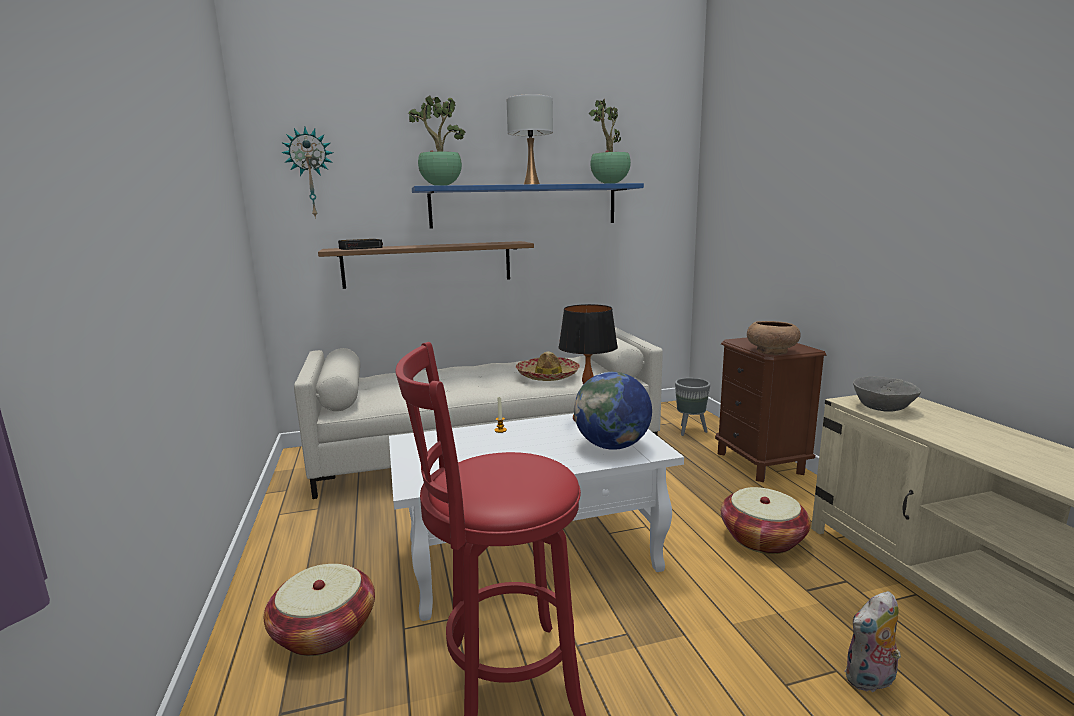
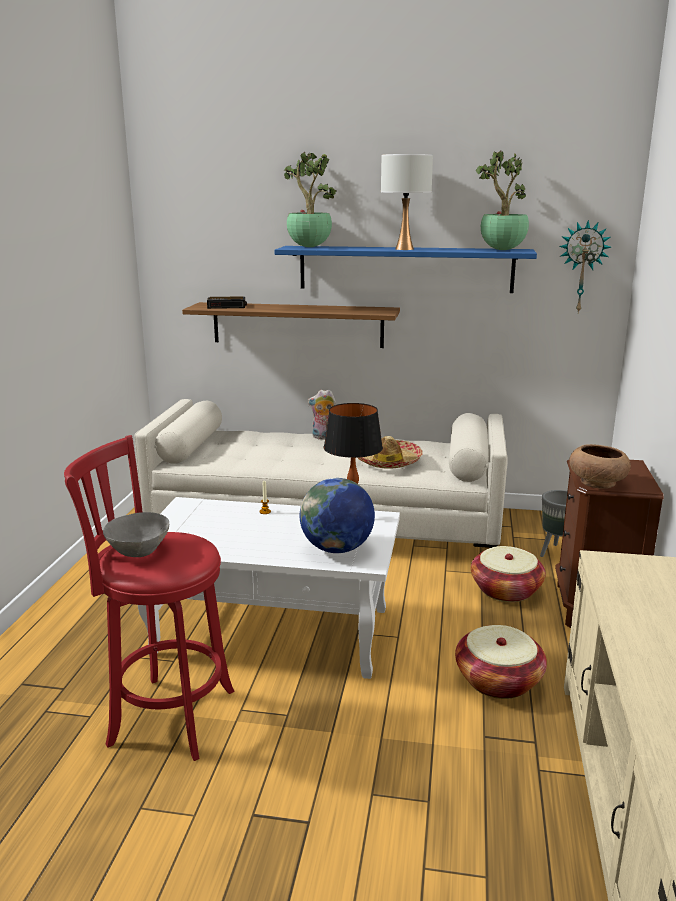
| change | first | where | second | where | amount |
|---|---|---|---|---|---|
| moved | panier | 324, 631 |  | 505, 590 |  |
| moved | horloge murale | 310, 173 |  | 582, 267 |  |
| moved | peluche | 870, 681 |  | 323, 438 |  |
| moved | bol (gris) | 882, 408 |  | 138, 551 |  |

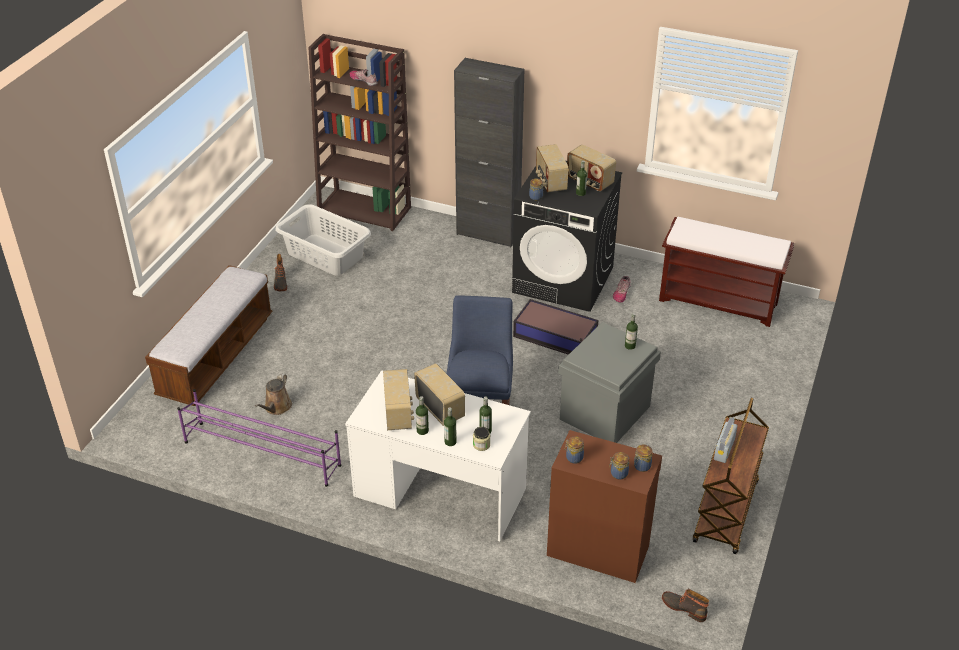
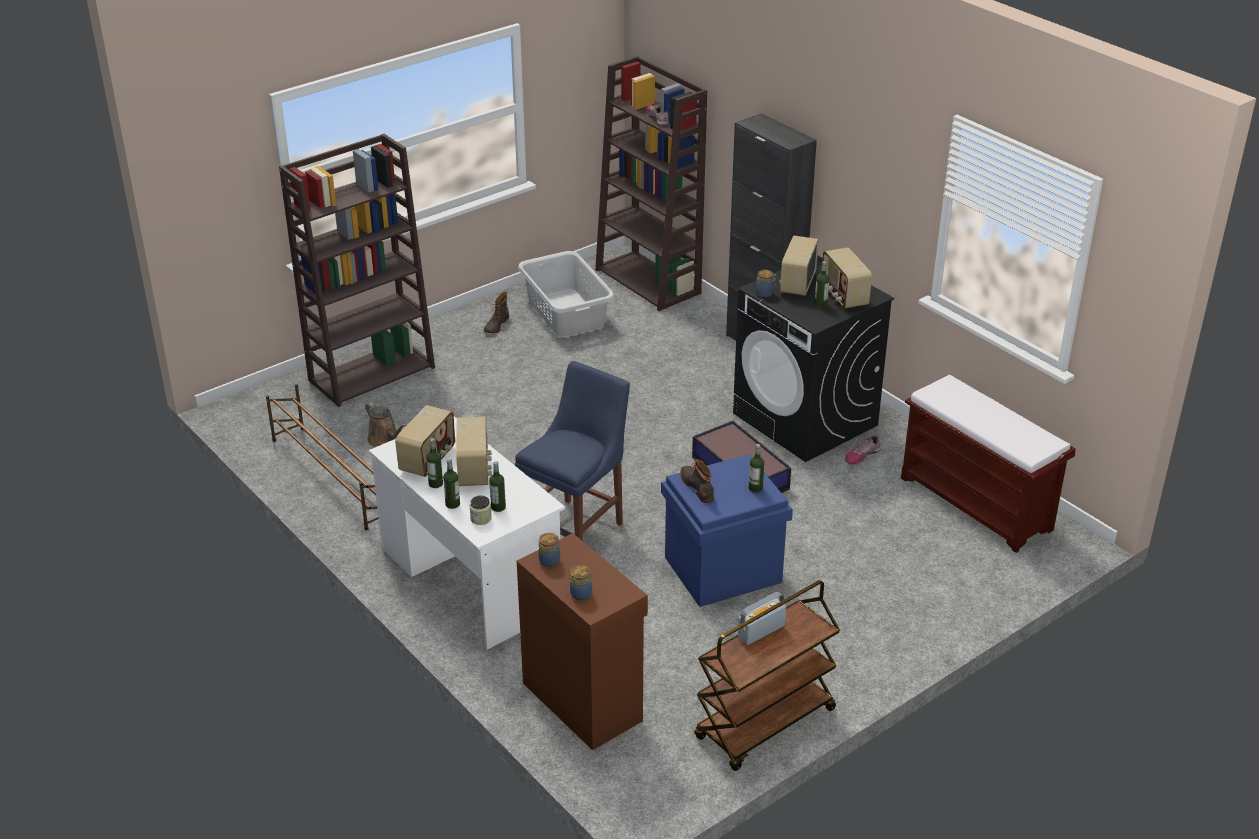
| change | first | where | second | where | amount |
|---|---|---|---|---|---|
| removed | bocal | 641, 466 |  |  |  |
| moved | botte | 684, 607 |  | 698, 487 |  |
| replaced | banc | 216, 356 | bibliothèque (marron) | 372, 373 |  |
| recoloured | étagère à chaussures (violet) | 261, 453 | étagère à chaussures (marron) | 333, 476 |  |
| recoloured | boîte de rangement (gris) | 605, 413 | boîte de rangement (bleu) | 722, 570 |  |
| turned | arrosoir (marron) | 276, 407 |  | 385, 440 | 90 degrees counterclockwise |

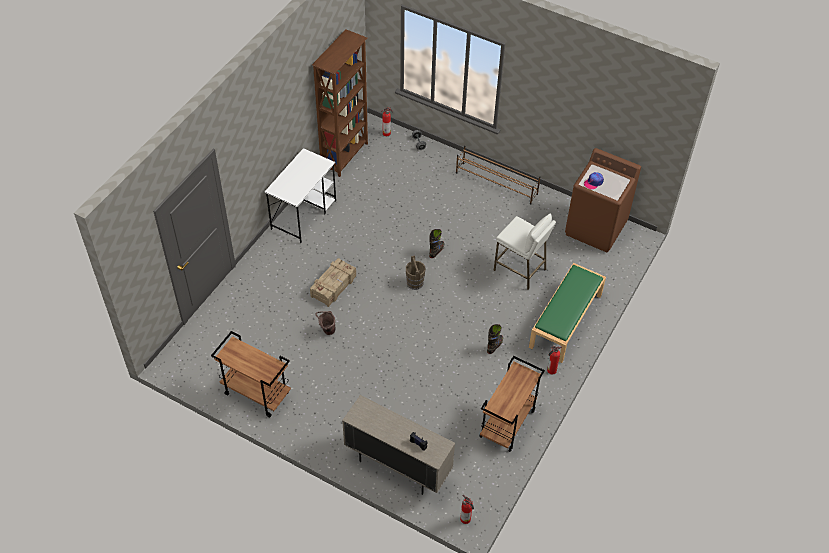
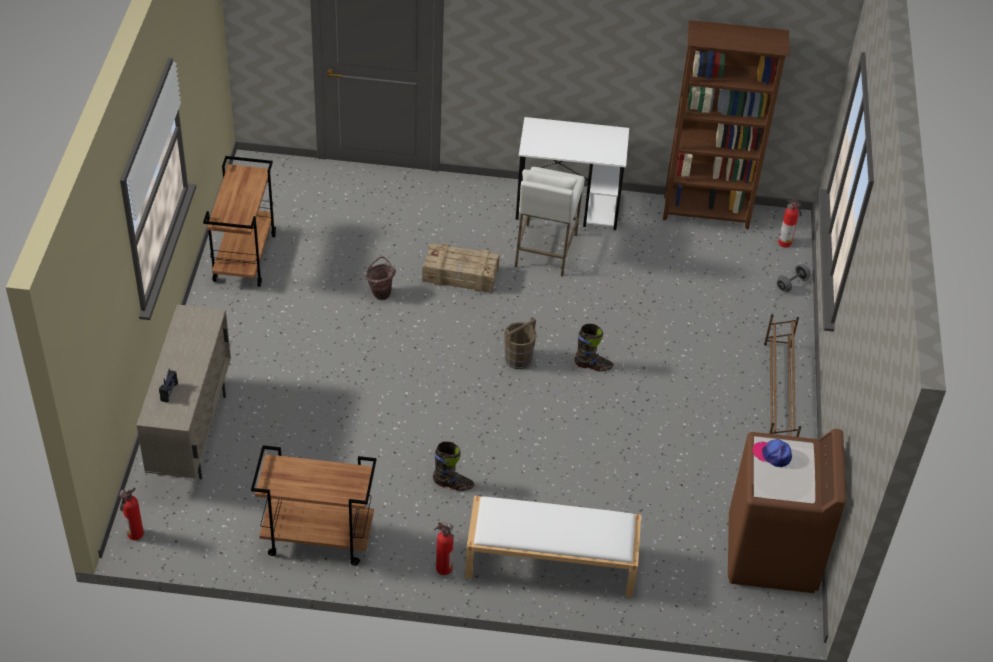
| change | first | where | second | where | amount |
|---|---|---|---|---|---|
| moved | tabouret (blanc) | 520, 270 |  | 545, 250 |  |
| recoloured | banc (vert) | 565, 321 | banc (blanc) | 550, 562 |  |

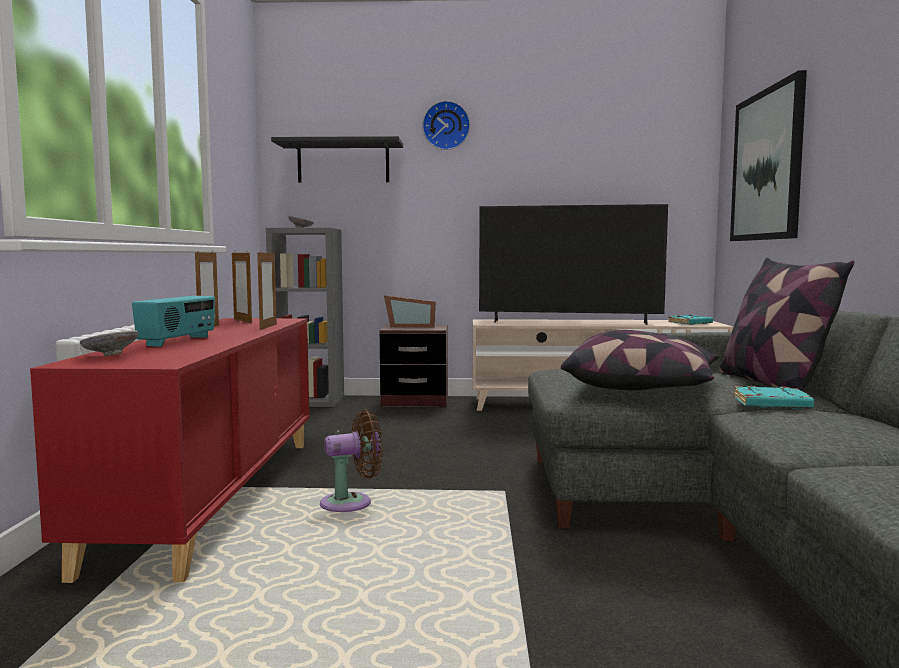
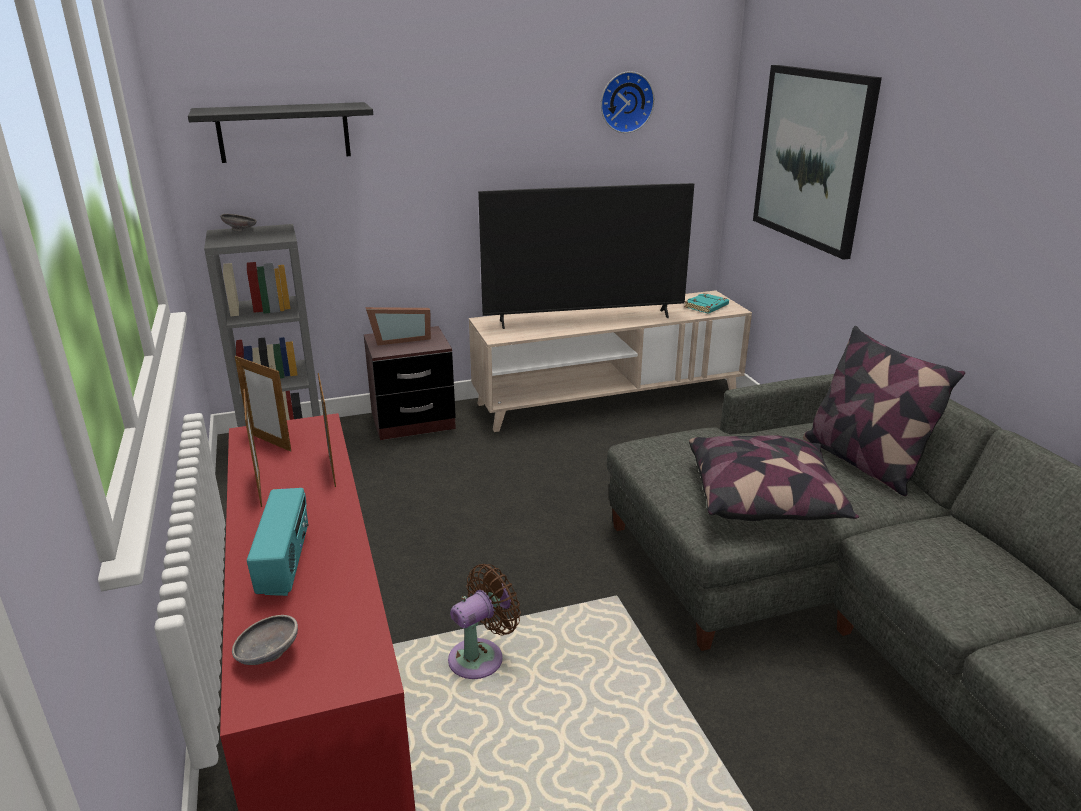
| change | first | where | second | where | amount |
|---|---|---|---|---|---|
| removed | livre (turquoise) | 771, 404 |  |  |  |
| moved | horloge murale | 446, 126 |  | 625, 102 |  |

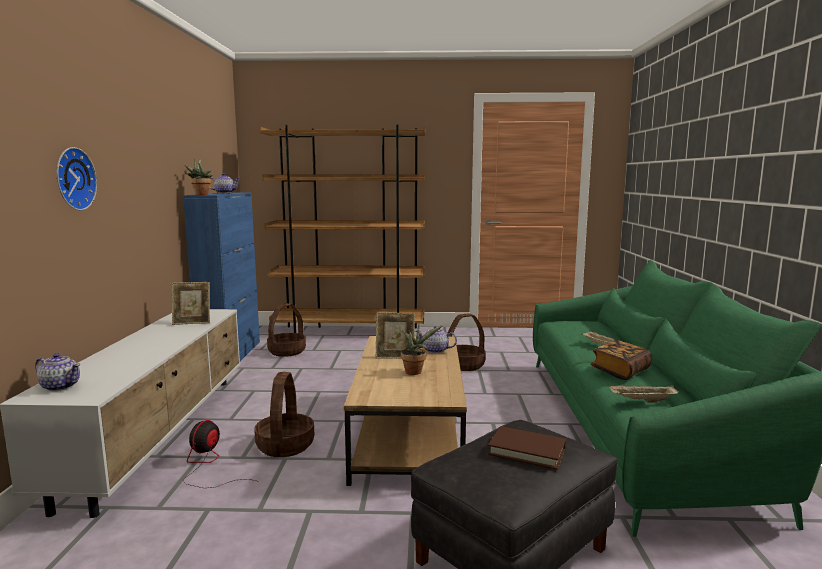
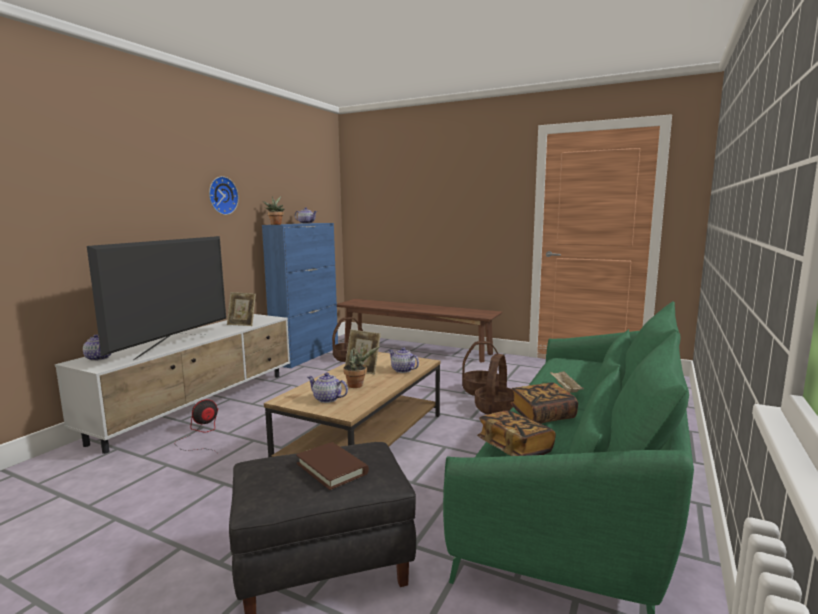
| change | first | where | second | where | amount |
|---|---|---|---|---|---|
| added |  |  | téléviseur | 173, 346 |  |
| added |  |  | théière | 327, 399 |  |
| moved | horloge murale | 72, 179 |  | 221, 195 |  |
| moved | panier | 285, 445 |  | 495, 409 |  |
| replaced | bibliothèque (marron) | 350, 332 | banc (marron) | 415, 348 |  |
| replaced | plateau (beige) | 642, 401 | livre | 515, 448 |  |

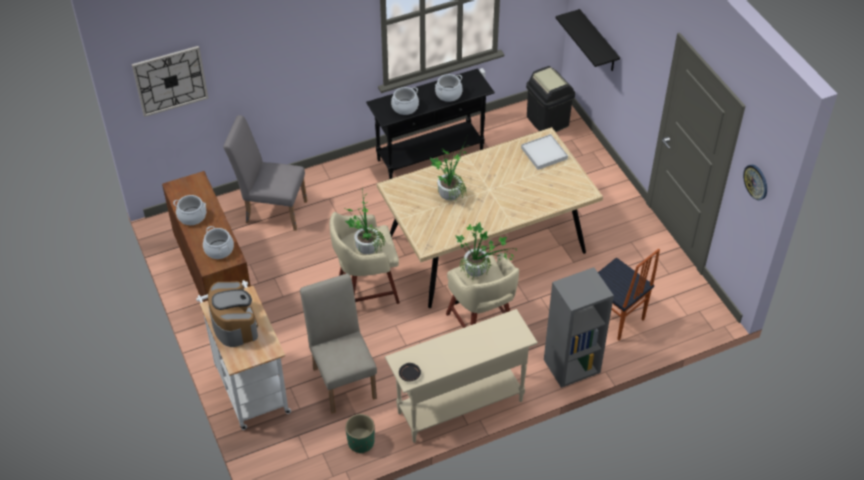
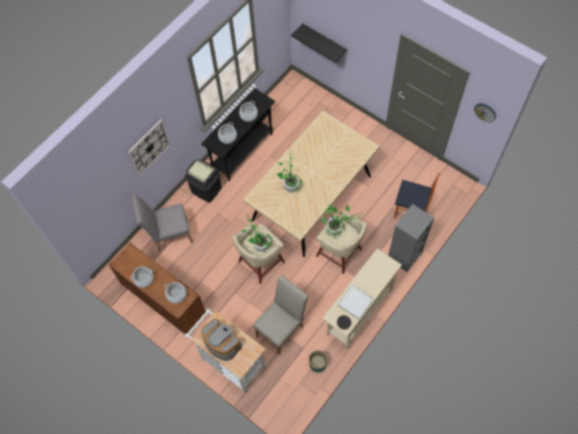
| change | first | where | second | where | amount |
|---|---|---|---|---|---|
| moved | horloge murale | 170, 80 |  | 149, 147 |  |
| moved | plateau (blanc) | 544, 153 |  | 355, 302 |  |
| moved | poubelle (noir) | 547, 121 |  | 206, 190 |  |
| turned | chaise (beige) | 343, 378 |  | 282, 328 | 90 degrees clockwise |

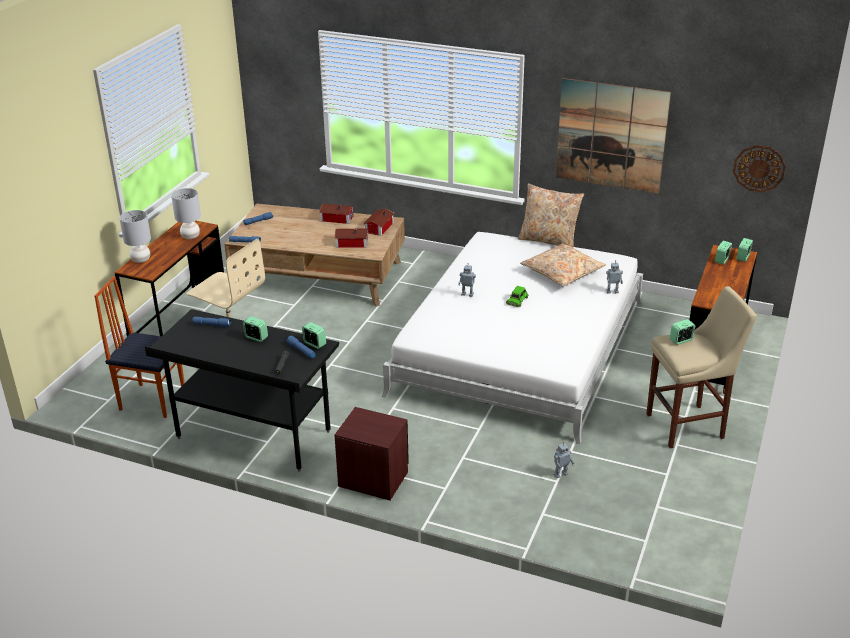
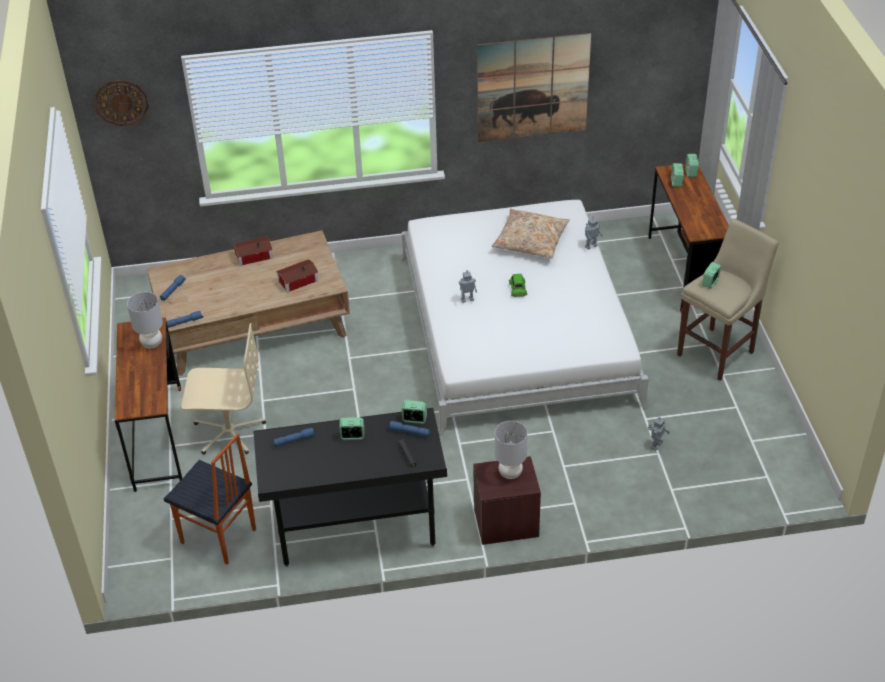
| change | first | where | second | where | amount |
|---|---|---|---|---|---|
| removed | maison miniature | 378, 228 |  |  |  |
| removed | coussin (beige) | 549, 240 |  |  |  |
| moved | lampe de table (gris) | 140, 260 |  | 510, 473 |  |
| moved | horloge murale | 759, 168 |  | 121, 102 |  |
| turned | chaise | 152, 400 |  | 218, 537 | 135 degrees counterclockwise |

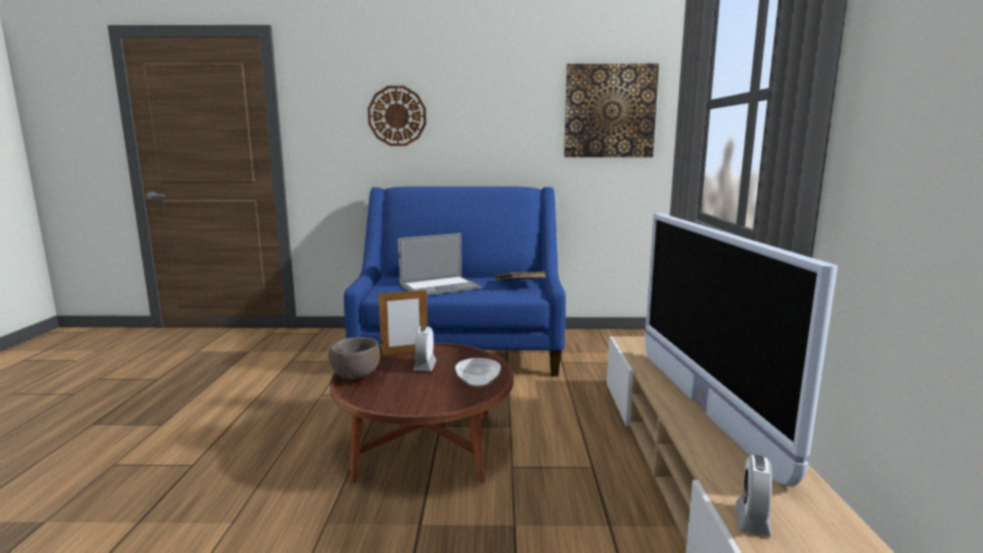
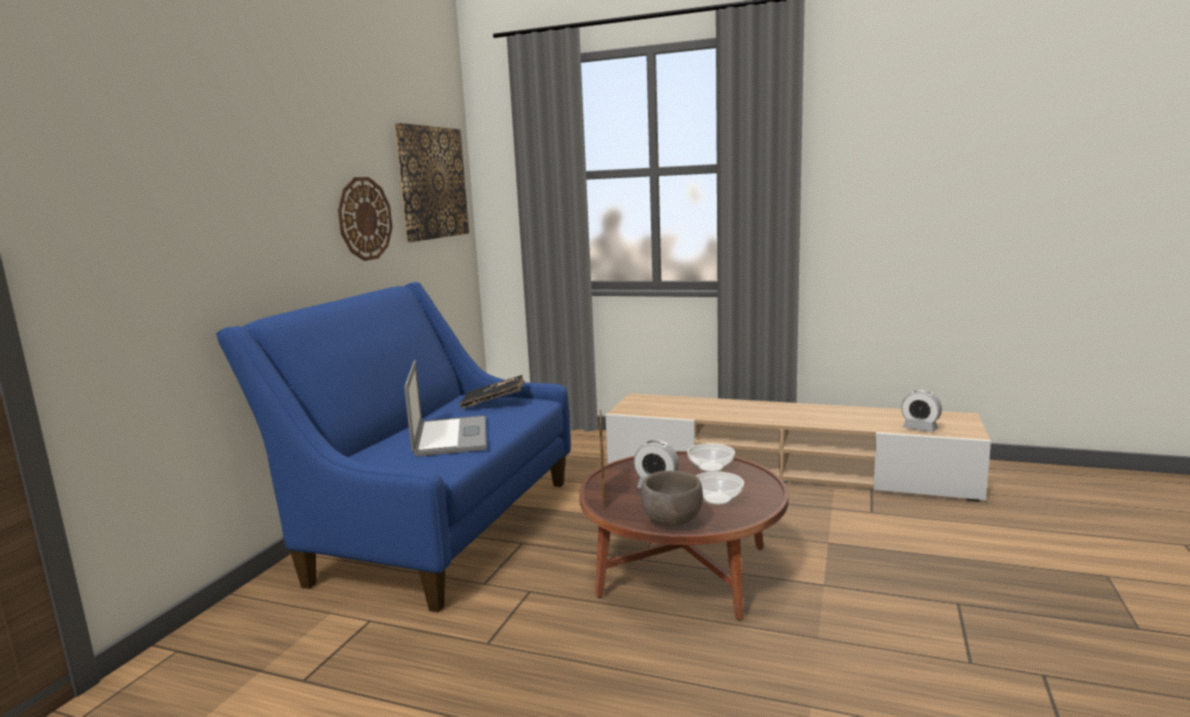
| change | first | where | second | where | amount |
|---|---|---|---|---|---|
| removed | téléviseur | 703, 408 |  |  |  |
| added |  |  | bol | 716, 499 |  |
| moved | horloge murale | 397, 116 |  | 364, 219 |  |

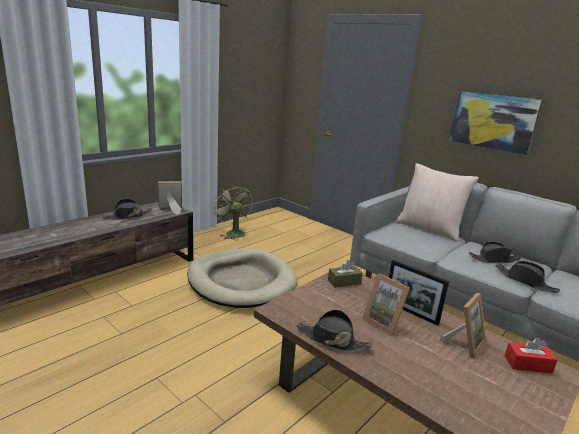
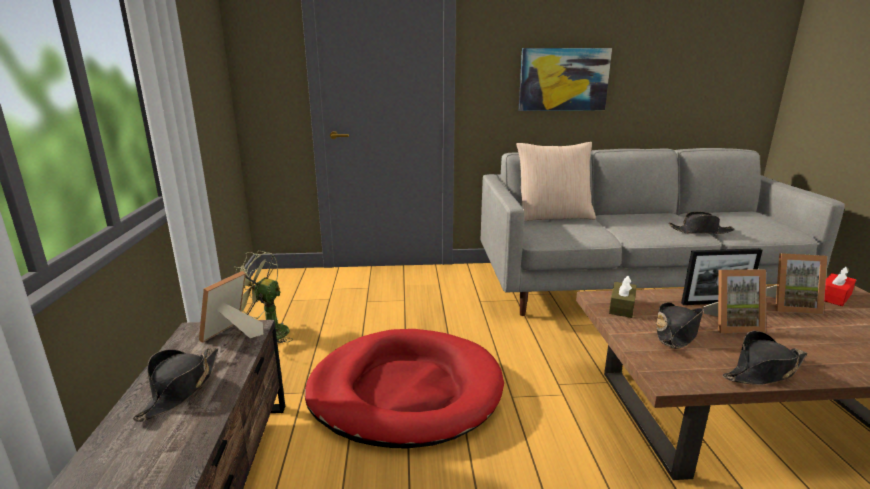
| change | first | where | second | where | amount |
|---|---|---|---|---|---|
| moved | chapeau (noir) | 494, 259 |  | 676, 333 |  |
| recoloured | panier pour chien (beige) | 241, 281 | panier pour chien (rouge) | 405, 391 |  |
| turned | cadre photo | 464, 344 |  | 790, 306 | 105 degrees clockwise |

